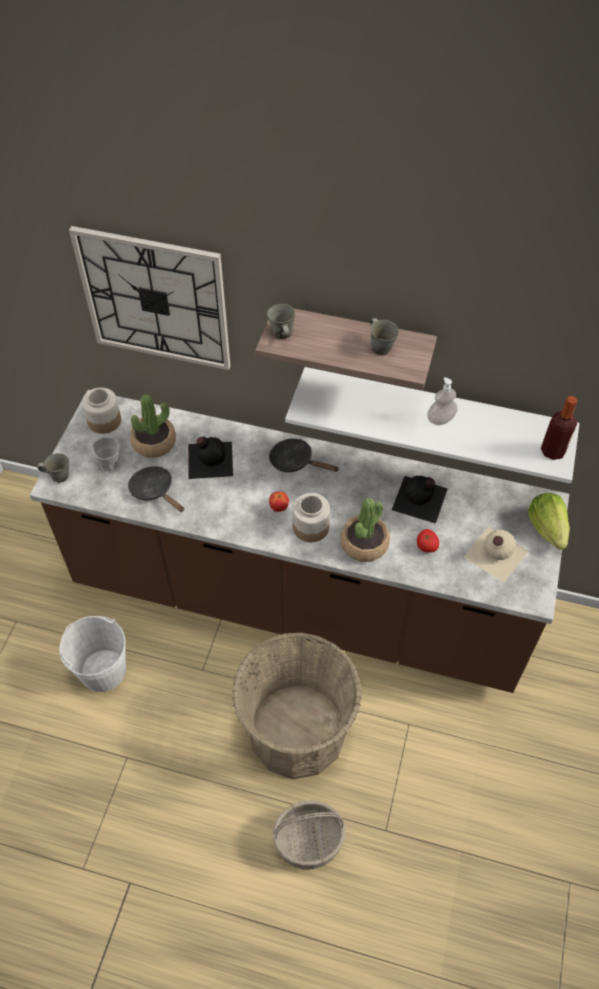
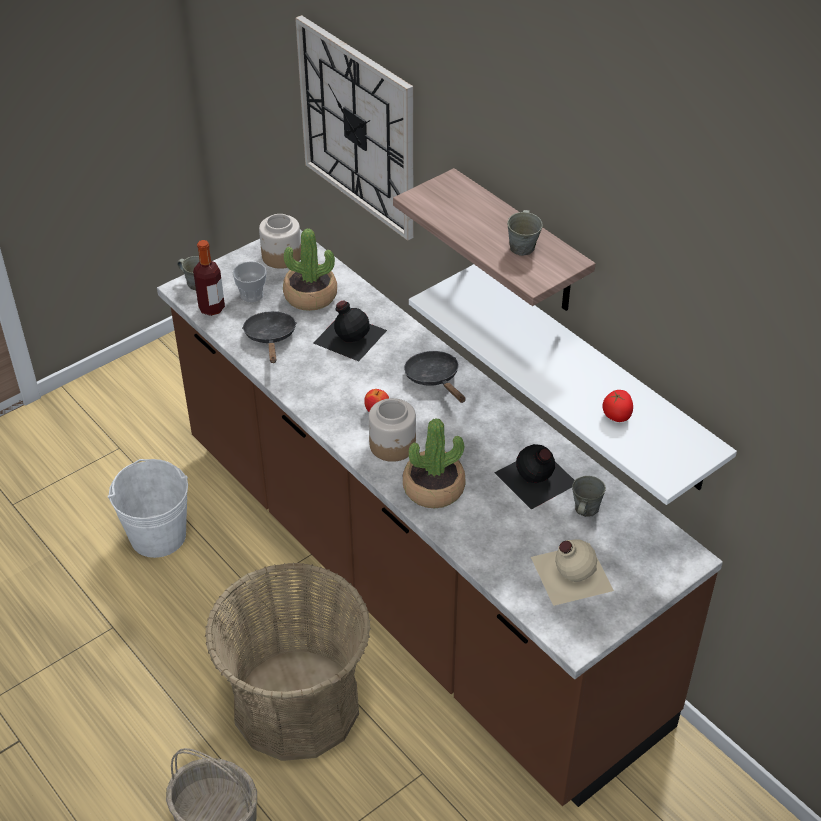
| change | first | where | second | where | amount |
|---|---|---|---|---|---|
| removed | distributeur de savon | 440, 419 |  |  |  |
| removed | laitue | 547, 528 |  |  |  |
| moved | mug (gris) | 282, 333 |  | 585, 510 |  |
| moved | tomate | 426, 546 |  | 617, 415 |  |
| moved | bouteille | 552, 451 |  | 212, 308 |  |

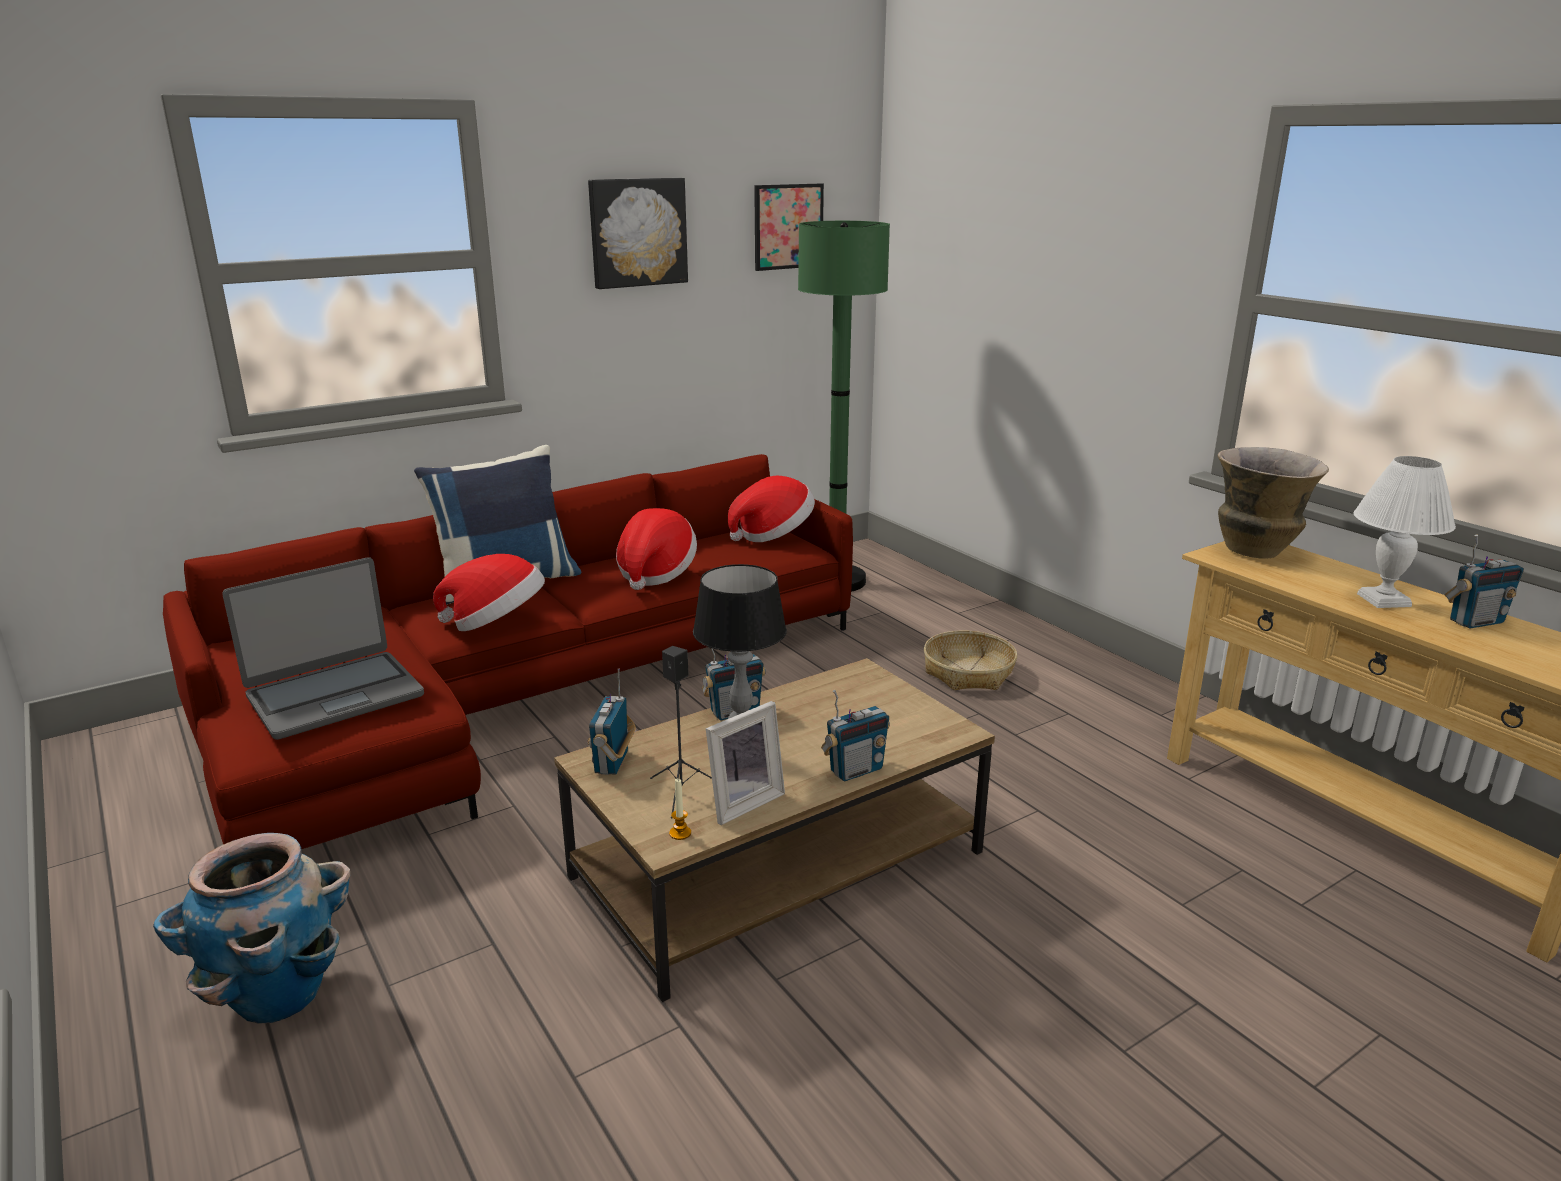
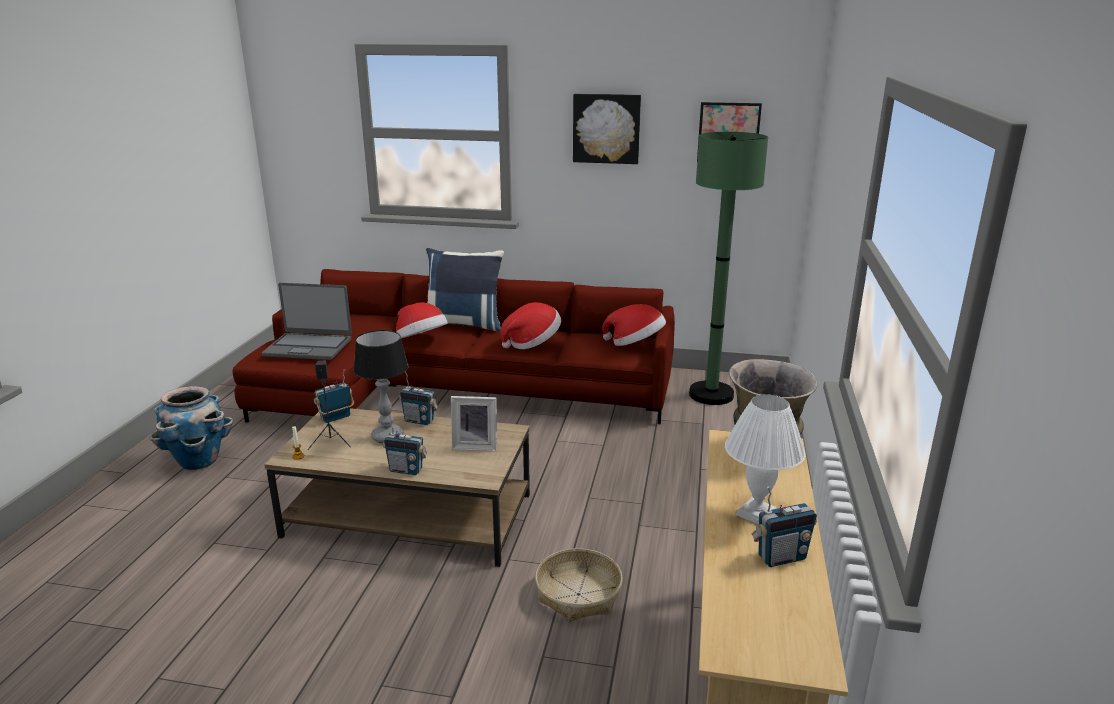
| change | first | where | second | where | amount |
|---|---|---|---|---|---|
| moved | cadre photo | 742, 802 |  | 475, 445 |  |
| moved | panier | 968, 672 |  | 578, 594 |  |
| turned | radio | 1475, 621 |  | 781, 557 | 45 degrees counterclockwise |

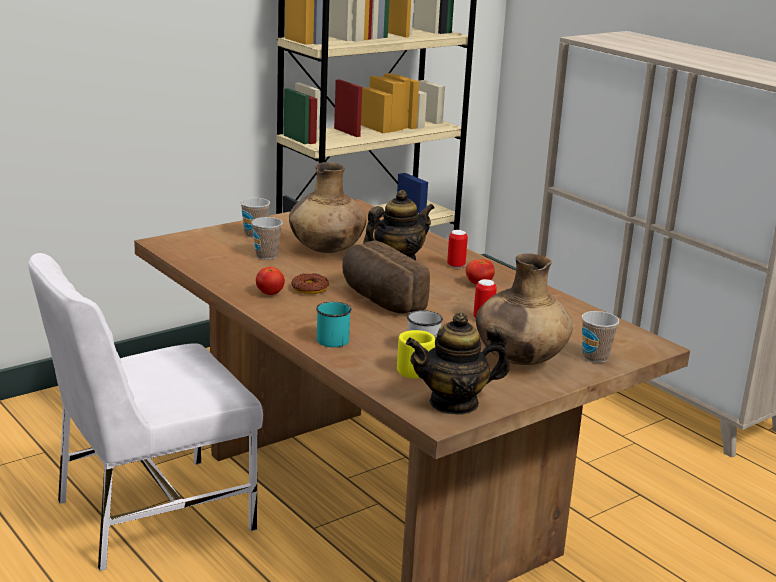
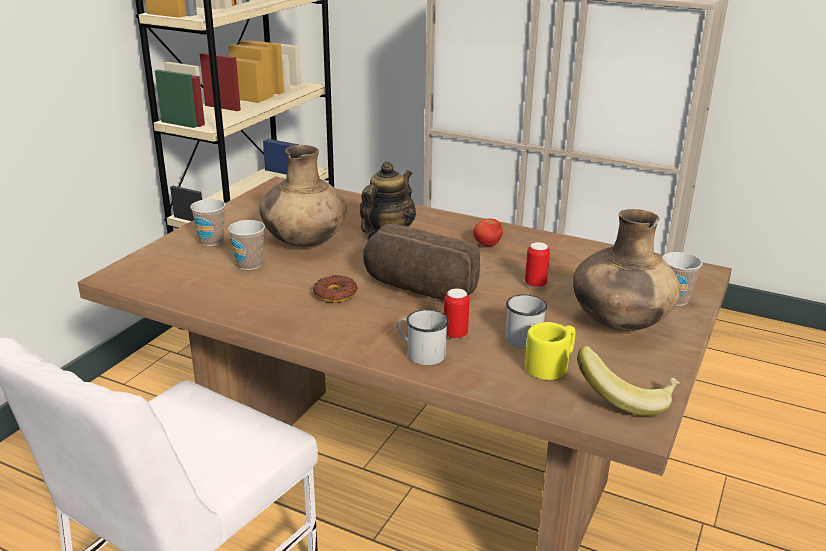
| change | first | where | second | where | amount |
|---|---|---|---|---|---|
| removed | tomate | 270, 293 |  |  |  |
| moved | boîte métallique | 456, 265 |  | 455, 334 |  |
| replaced | théière | 454, 403 | banane | 626, 398 |  |
| recoloured | mug (turquoise) | 330, 338 | mug (blanc) | 420, 353 |  |

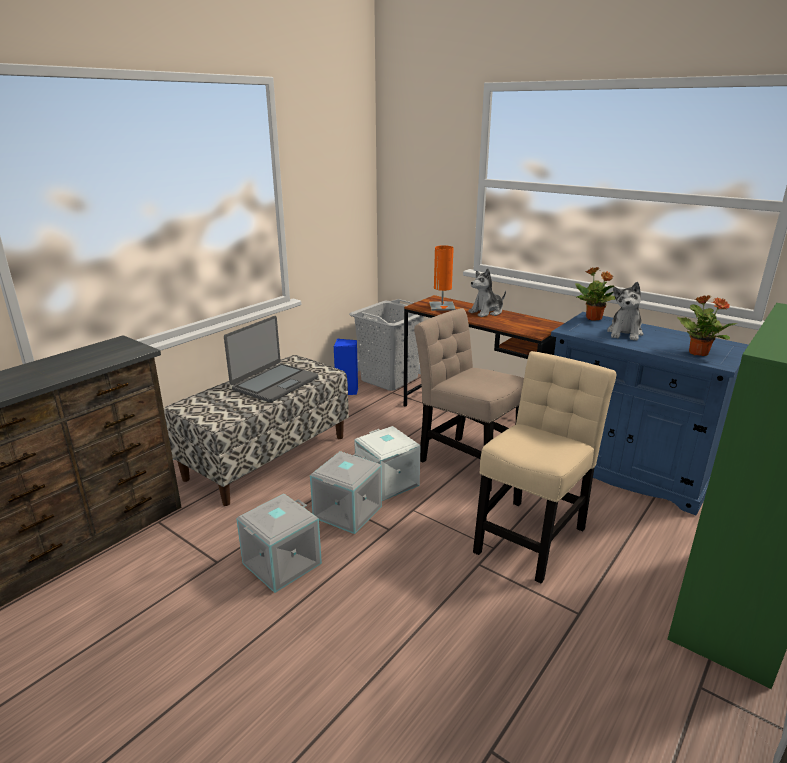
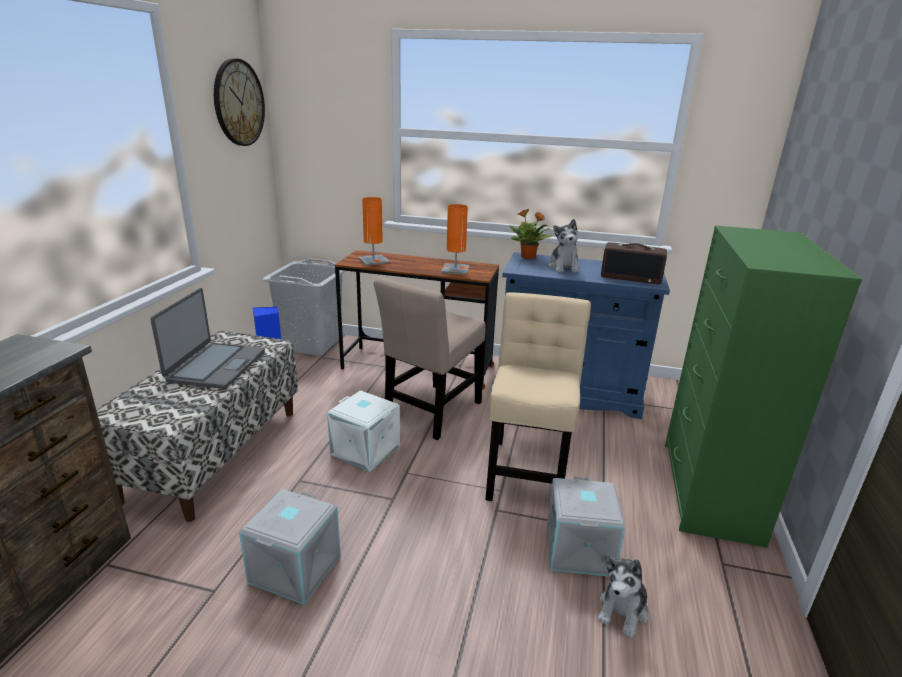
| change | first | where | second | where | amount |
|---|---|---|---|---|---|
| added |  |  | horloge murale | 238, 103 |  |
| added |  |  | lampe de table (orange) | 455, 269 |  |
| moved | boîte de rangement (gris) | 348, 512 |  | 580, 550 |  |
| moved | peluche | 487, 312 |  | 623, 610 |  |
| replaced | plante en pot | 698, 353 | radio | 631, 277 |  |
| turned | chaise (beige) | 466, 461 |  | 431, 412 | 75 degrees counterclockwise |

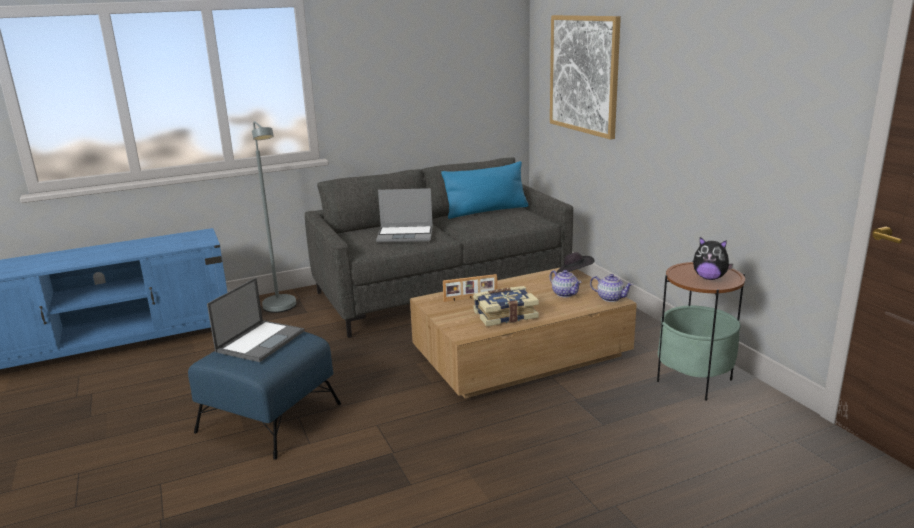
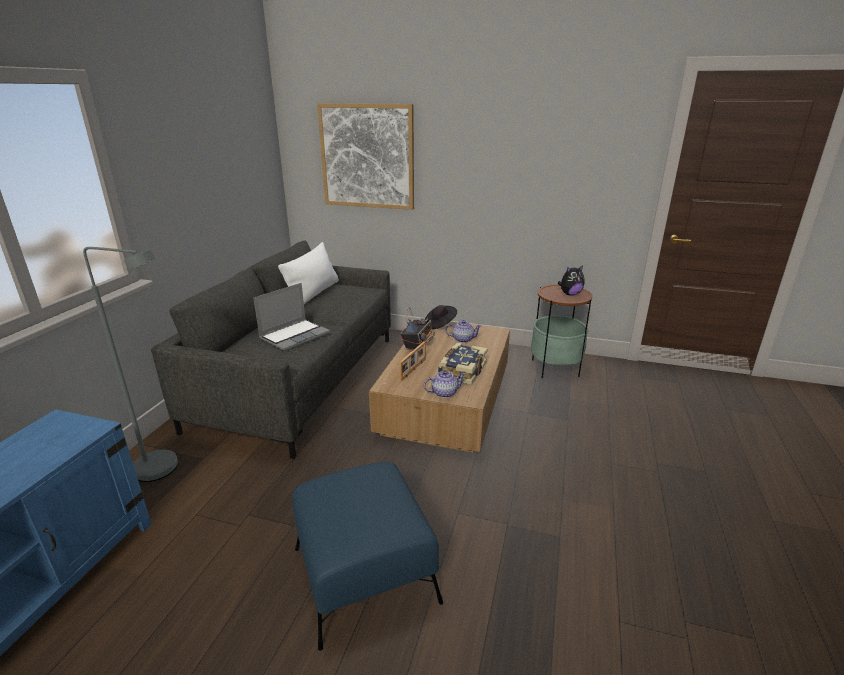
| change | first | where | second | where | amount |
|---|---|---|---|---|---|
| removed | ordinateur portable | 261, 341 |  |  |  |
| added |  |  | radio | 418, 344 |  |
| moved | théière | 610, 298 |  | 444, 393 |  |
| recoloured | coussin (bleu) | 486, 211 | coussin (blanc) | 313, 294 |  |

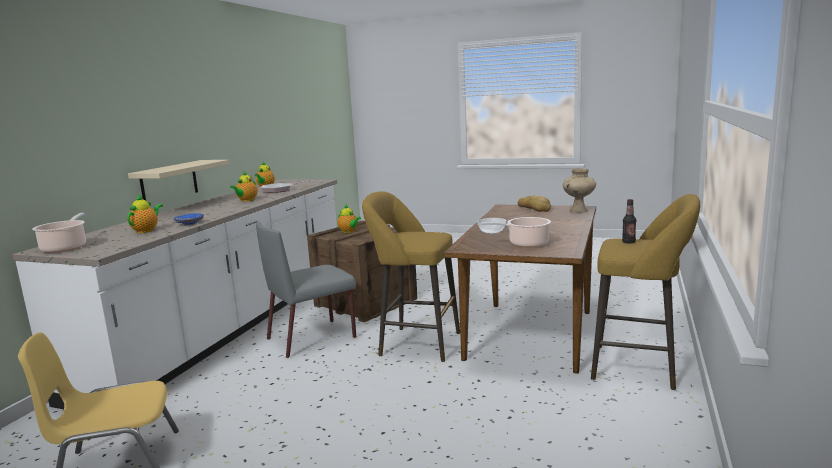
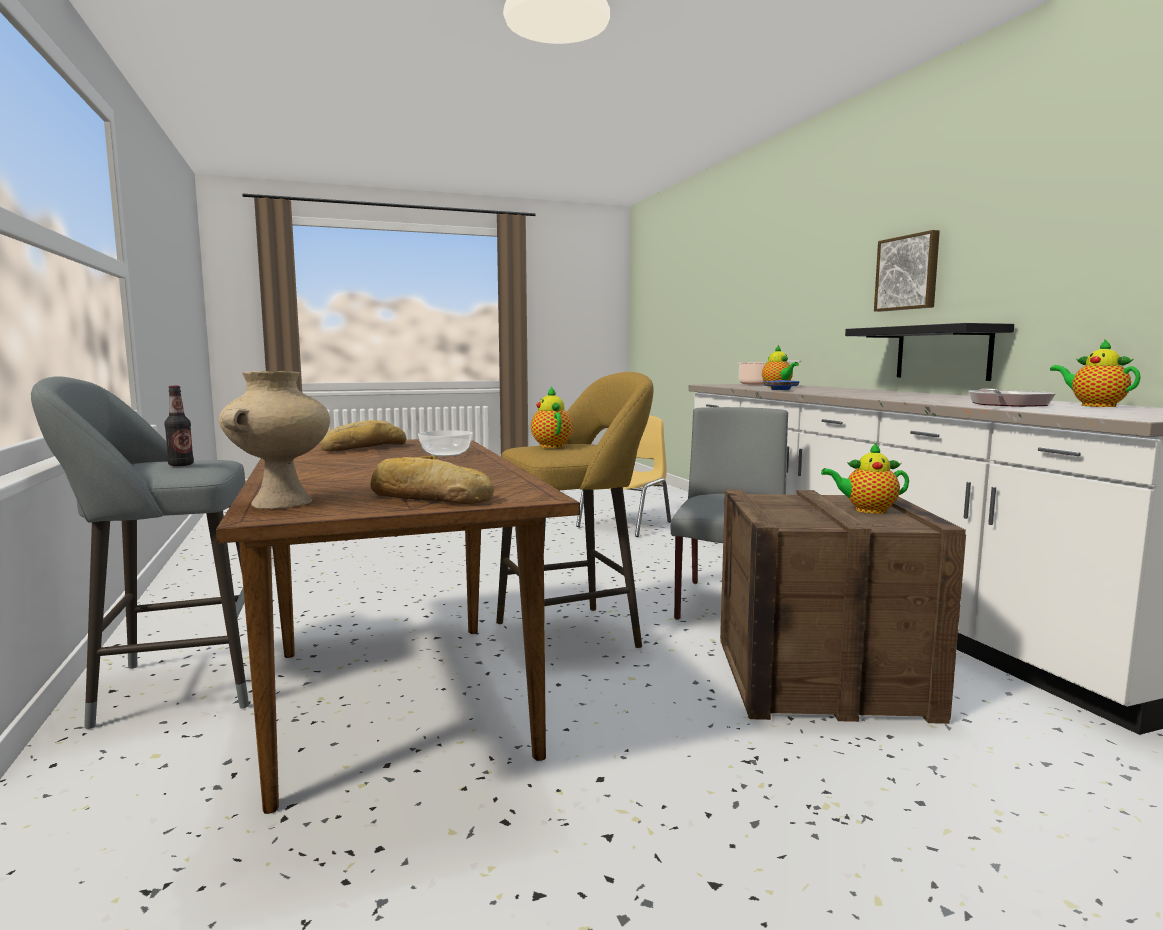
| change | first | where | second | where | amount |
|---|---|---|---|---|---|
| added |  |  | tableau | 908, 273 |  |
| moved | théière | 246, 200 |  | 551, 446 |  |
| replaced | marmite | 525, 244 | pain | 363, 448 |  |
| recoloured | étagère (beige) | 169, 182 | étagère (noir) | 942, 353 |  |
| recoloured | tabouret (jaune) | 640, 367 | tabouret (gris) | 172, 687 |  |

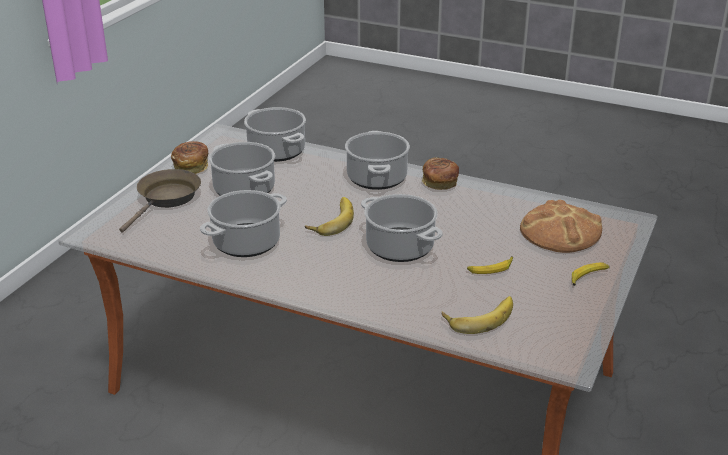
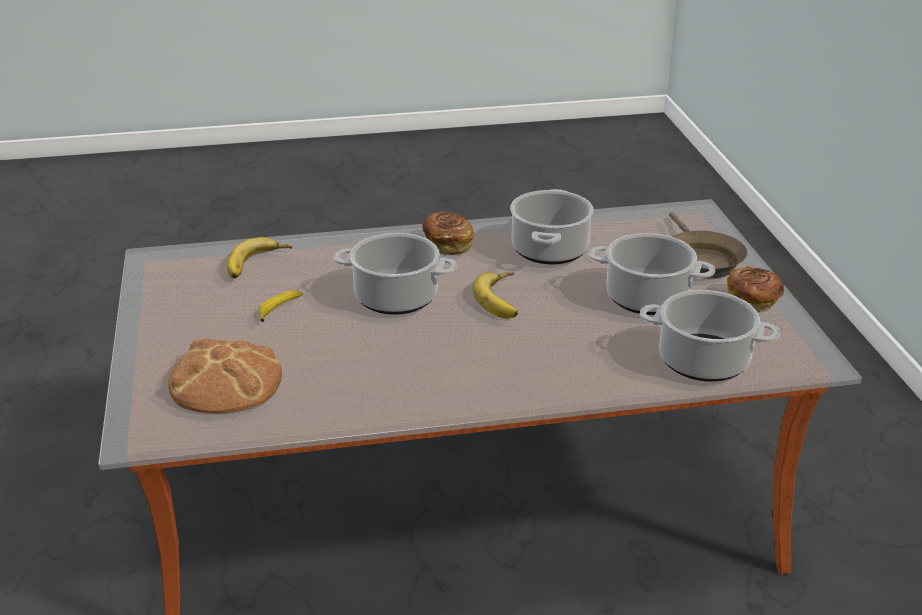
| change | first | where | second | where | amount |
|---|---|---|---|---|---|
| removed | marmite | 377, 179 |  |  |  |
| removed | banane | 588, 277 |  |  |  |
| moved | pain | 440, 183 |  | 447, 244 |  |

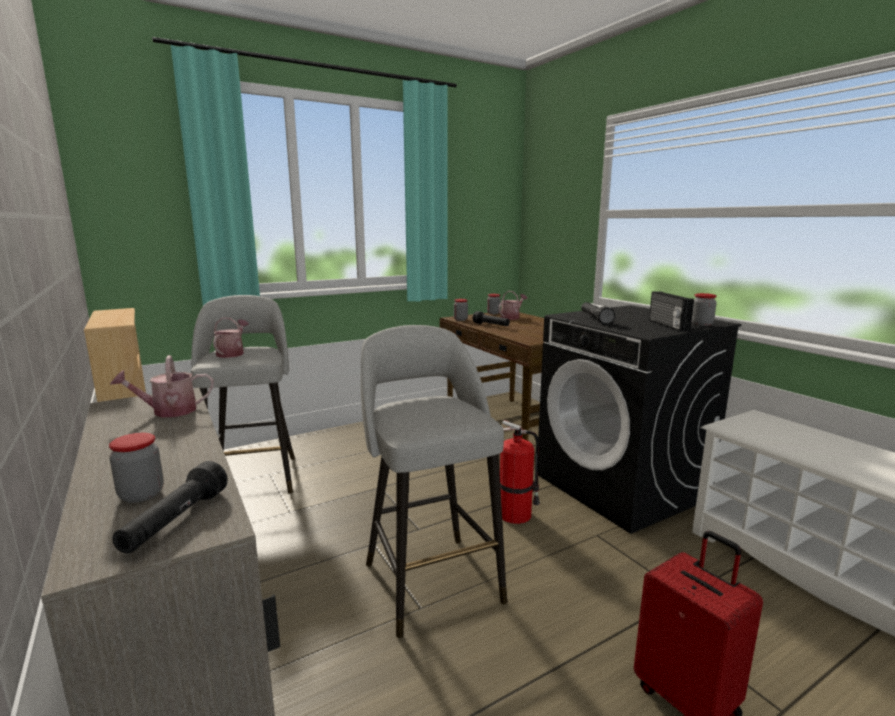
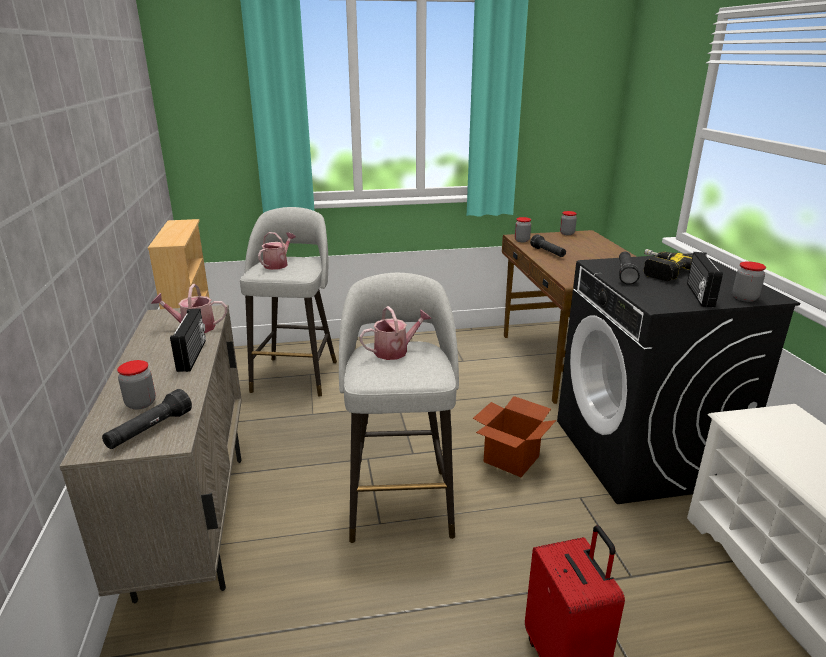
| change | first | where | second | where | amount |
|---|---|---|---|---|---|
| added |  |  | radio | 193, 355 |  |
| added |  |  | perceuse | 660, 270 |  |
| moved | arrosoir | 511, 317 |  | 395, 351 |  |
| replaced | extincteur | 516, 514 | carton | 511, 459 |  |

